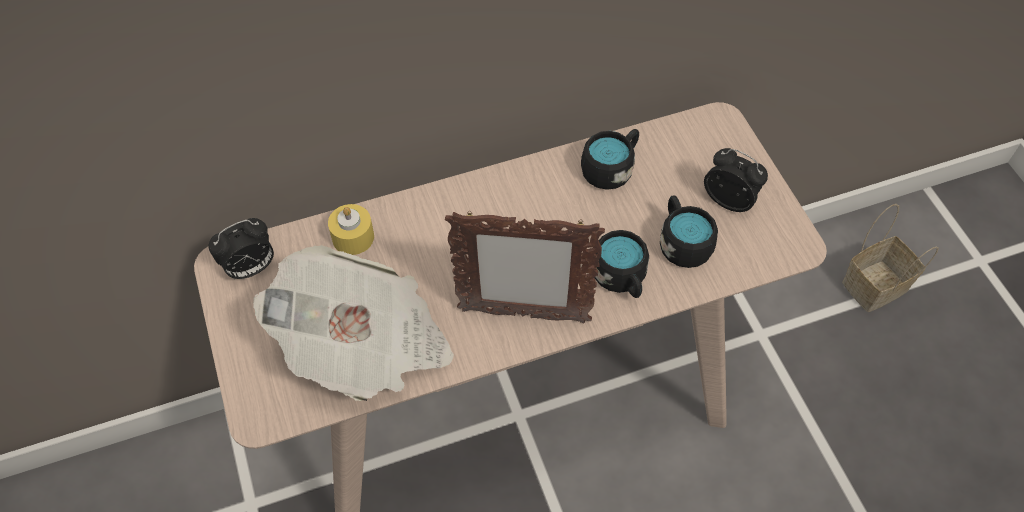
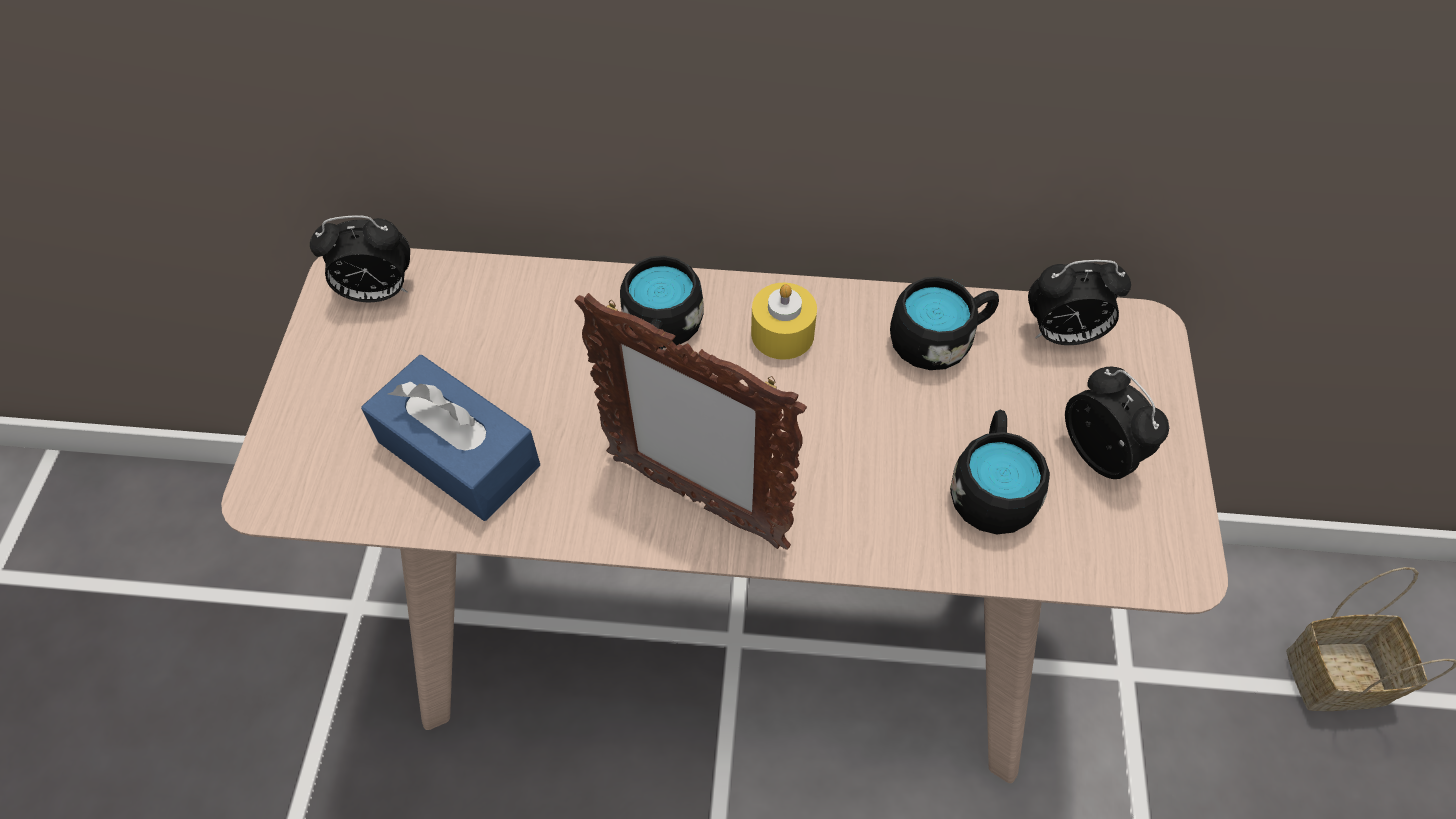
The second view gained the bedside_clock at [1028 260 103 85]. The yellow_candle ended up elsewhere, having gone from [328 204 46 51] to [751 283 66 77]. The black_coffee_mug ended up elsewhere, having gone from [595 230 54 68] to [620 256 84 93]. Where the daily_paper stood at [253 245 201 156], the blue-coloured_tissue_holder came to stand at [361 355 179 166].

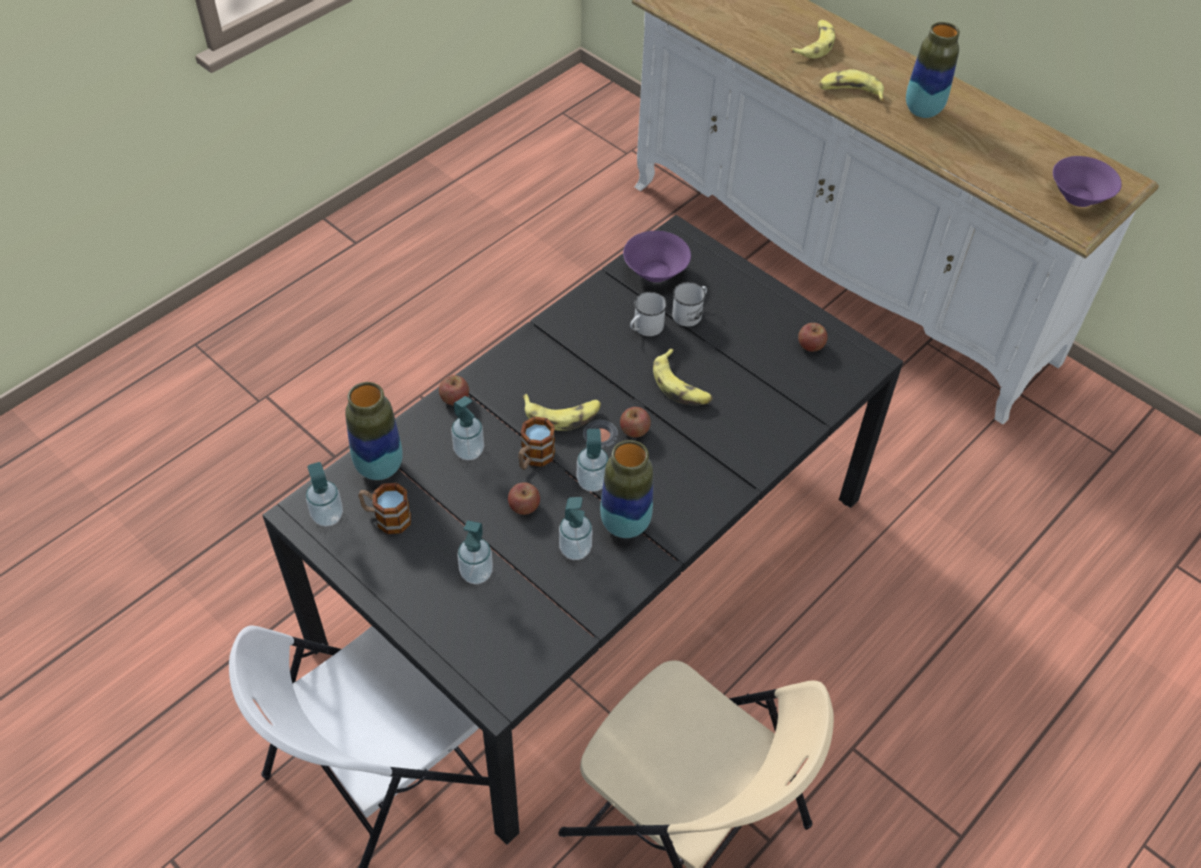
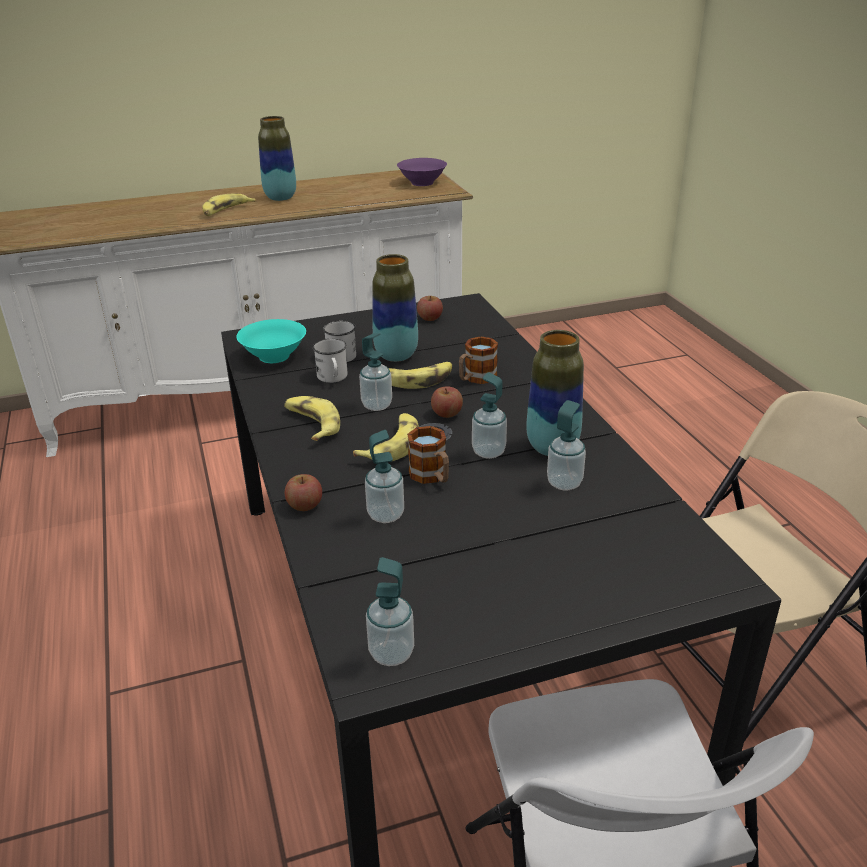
The second view lost the apple at [508 482 32 33]. The vase ended up elsewhere, having gone from [345 382 58 98] to [372 254 46 108]. The coffee_mug ended up elsewhere, having gone from [358 483 53 51] to [459 336 39 48]. The liquid_soap_bottle ended up elsewhere, having gone from [457 521 36 63] to [359 333 33 78]. The whole_banana ended up elsewhere, having gone from [791 20 44 38] to [284 396 56 45]. What was the purple_serving_bowl at [623 231 68 51] turned into the blue-green_serving_bowl at [236 319 70 44].

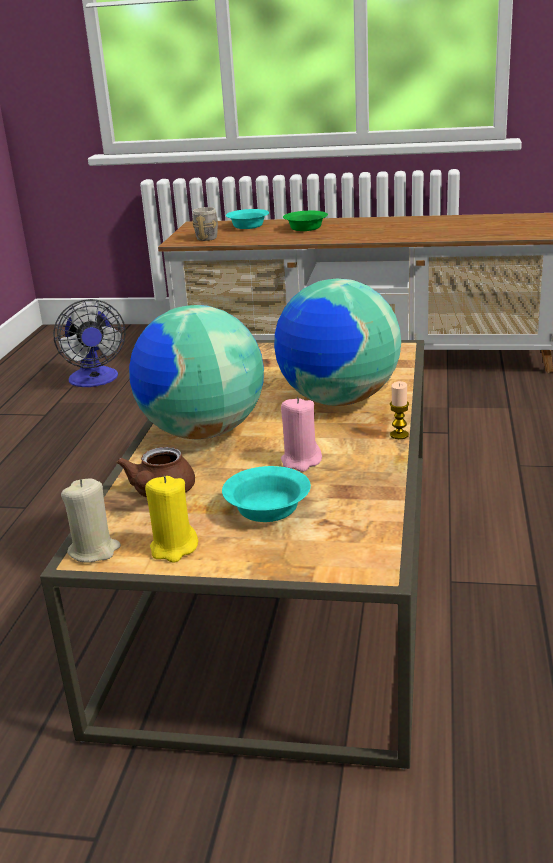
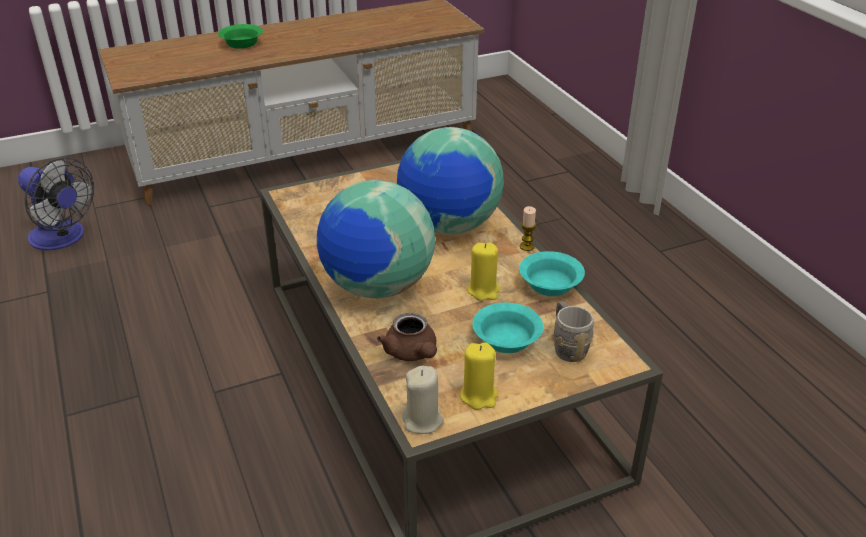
The gray_coffee_mug ended up elsewhere, having gone from [192 207 26 34] to [554 301 40 61]. The blue-green_serving_bowl ended up elsewhere, having gone from [226 209 43 20] to [519 251 66 45]. What was the pink-coloured_candle at [281 397 41 75] turned into the yellow_candle at [467 242 33 59].

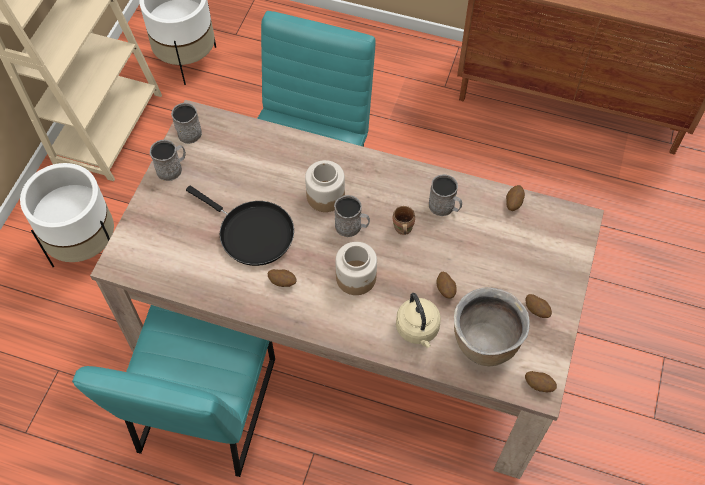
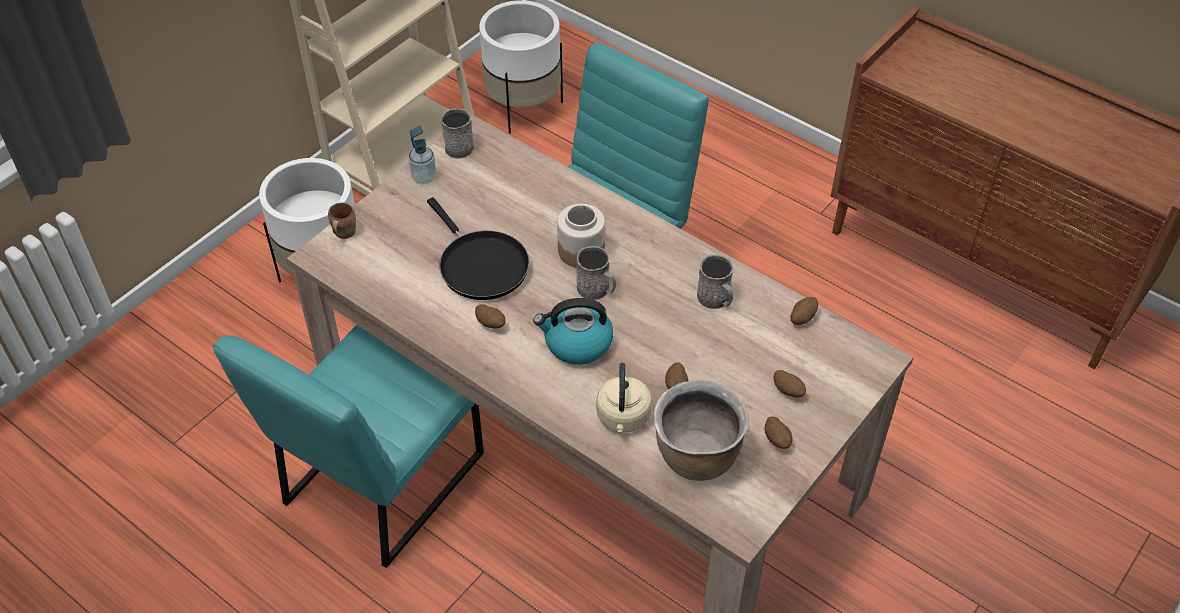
The brownish_coffee_mug ended up elsewhere, having gone from [392 206 23 29] to [328 203 28 36]. The spud ended up elsewhere, having gone from [525 371 32 21] to [774 370 32 28]. Where the gray_coffee_mug stood at [150 139 36 42], the liquid_soap_bottle came to stand at [409 126 27 58]. Where the storage_jar stood at [335 242 42 53], the water_kettle came to stand at [533 298 80 67].

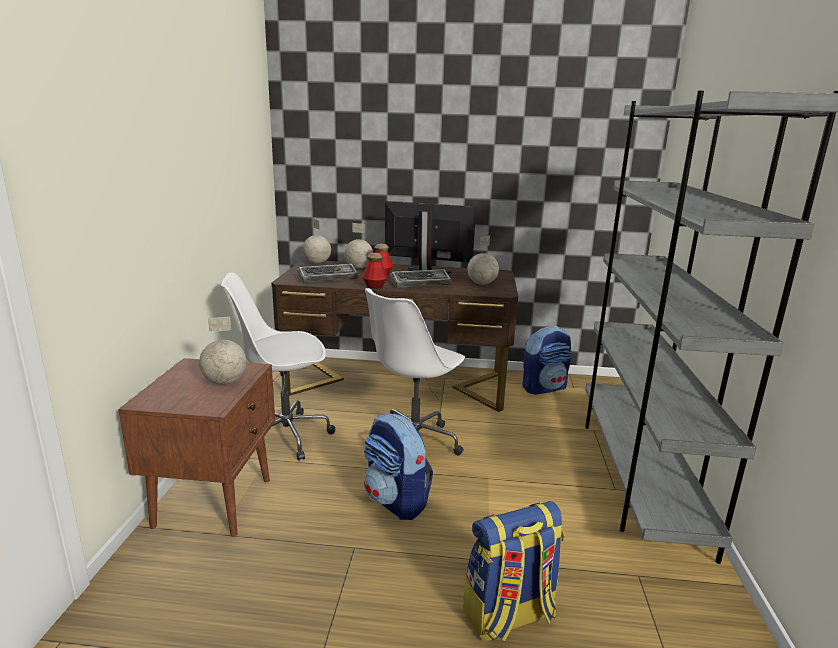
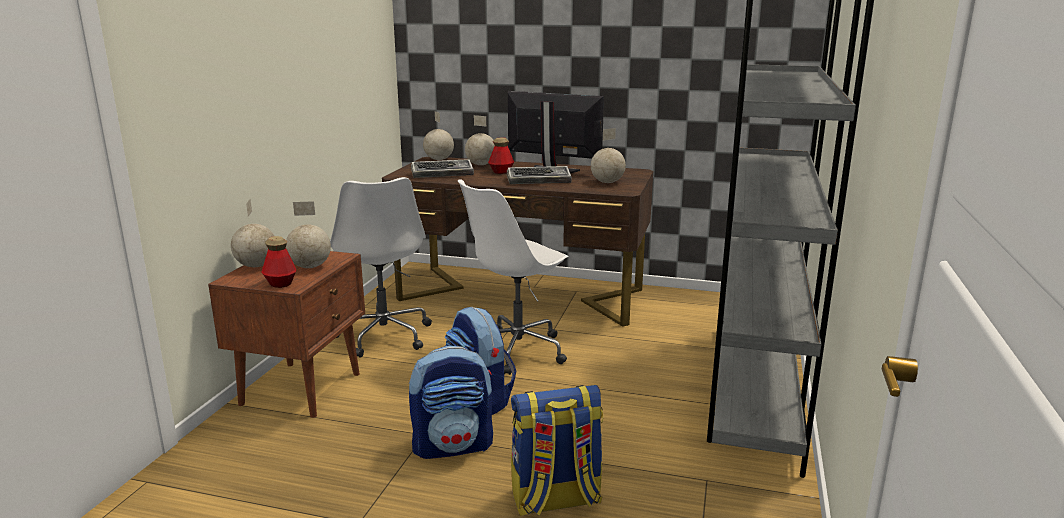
The second view gained the world_globe at [231 199 43 68]. The beverage_bottle ended up elsewhere, having gone from [362 253 26 36] to [262 236 34 52]. The knapsack ended up elsewhere, having gone from [522 326 50 69] to [409 346 84 113]. The white_computer_chair at [220 273 116 188] ended up facing another way, 105 degrees counterclockwise from before.

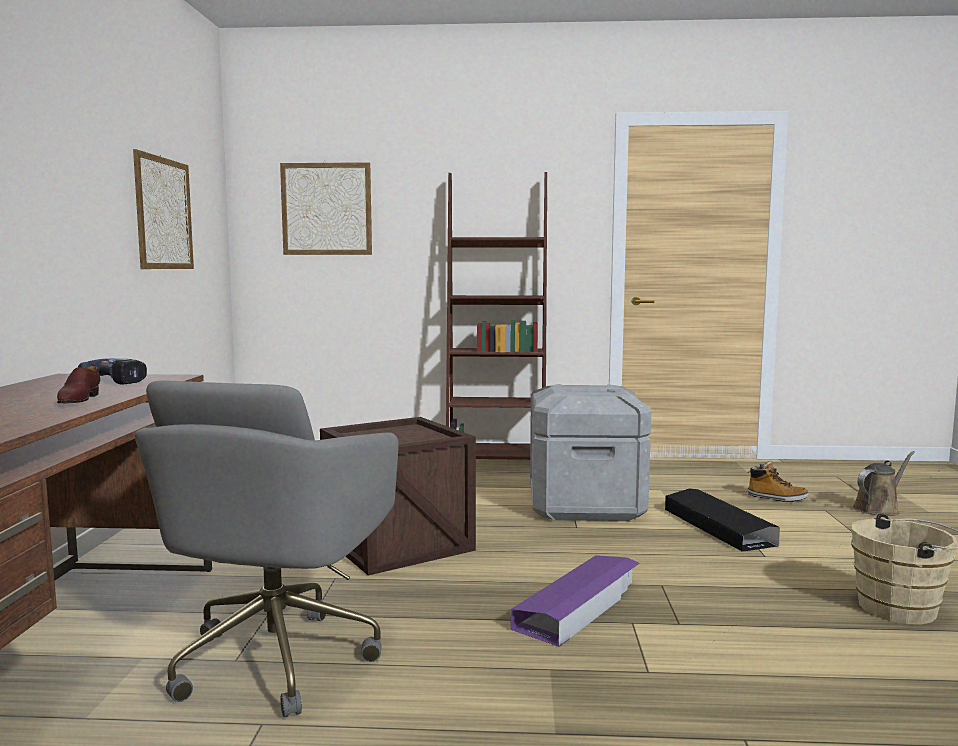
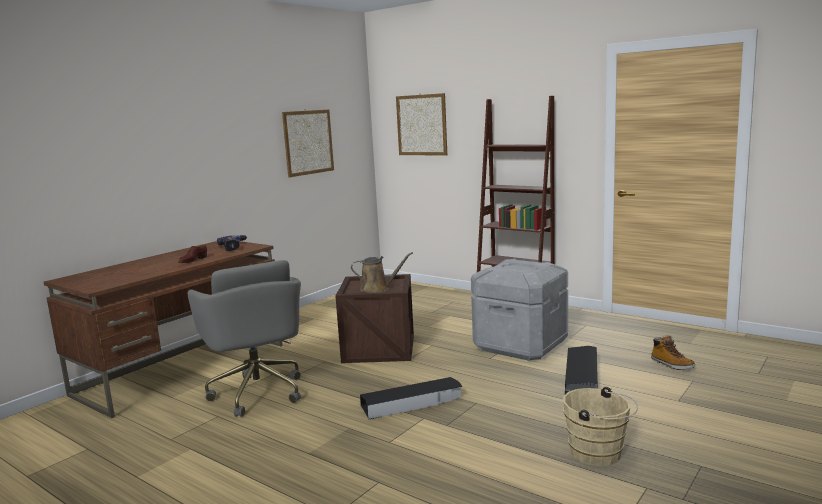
The brownish_watering_pot ended up elsewhere, having gone from [853 451 62 65] to [351 252 62 41]. What was the purple_storage_bin at [510 555 130 92] turned into the black_storage_bin at [360 377 103 42]. The gray_computer_chair at [135 381 264 336] ended up facing another way, 75 degrees counterclockwise from before.

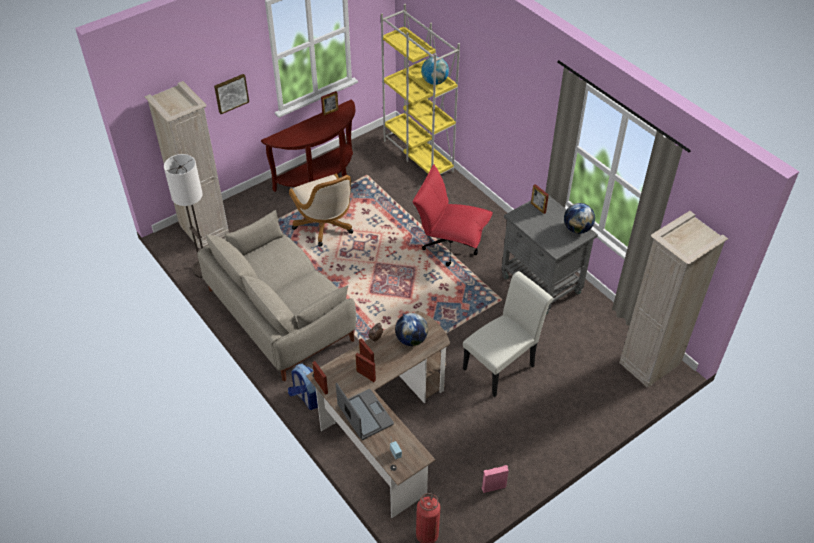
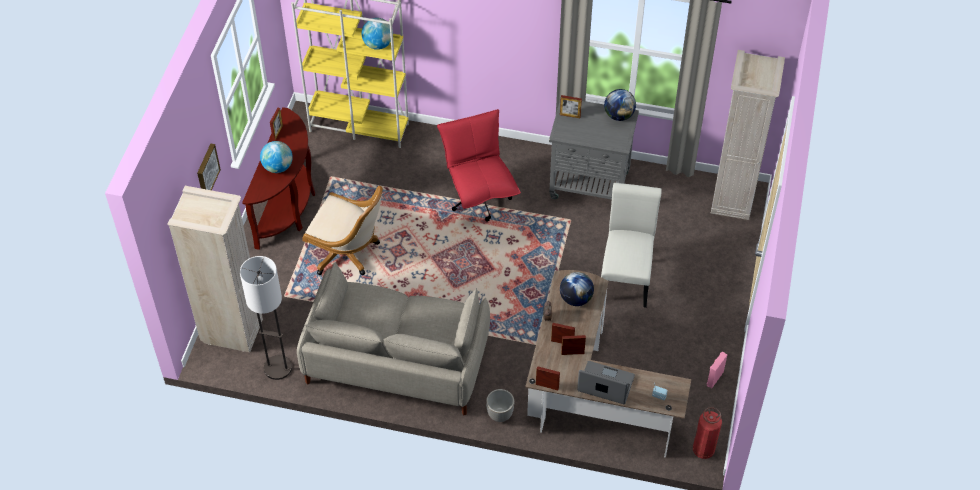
The second view gained the world_globe at [260 141 33 32]. Where the knapsack stood at [288 364 30 46], the flower_pot came to stand at [486 389 28 33]. The red_computer_chair at [413 164 80 102] ended up facing another way, 90 degrees clockwise from before.

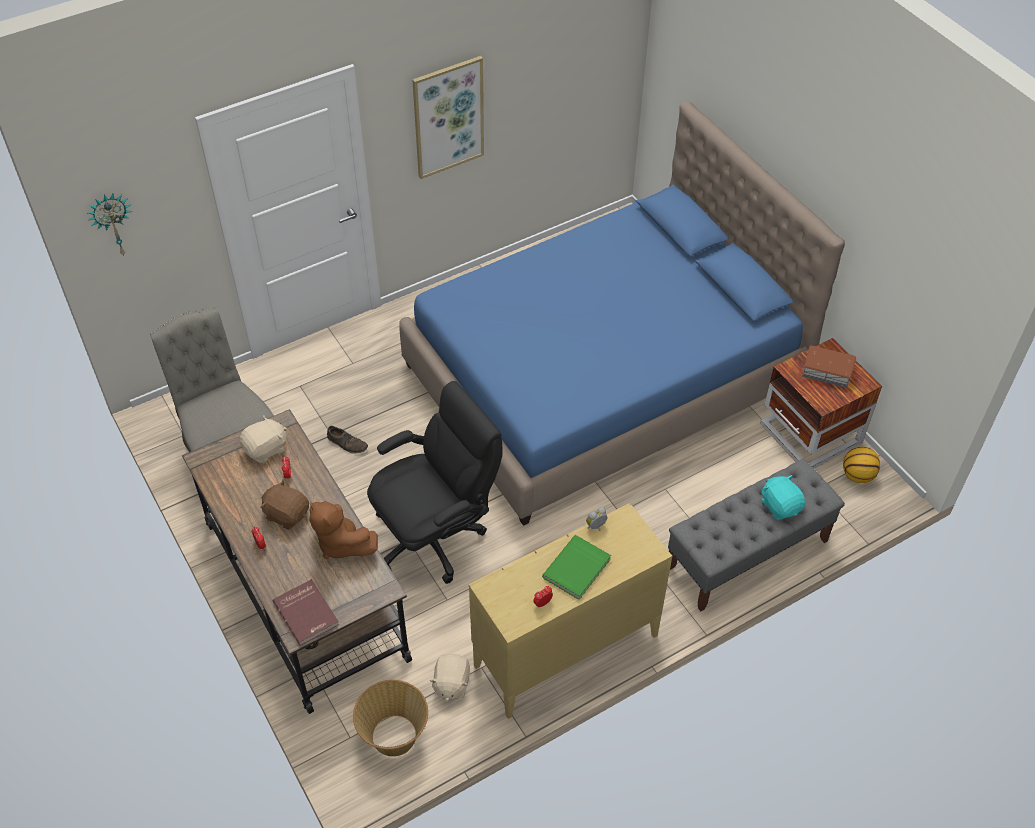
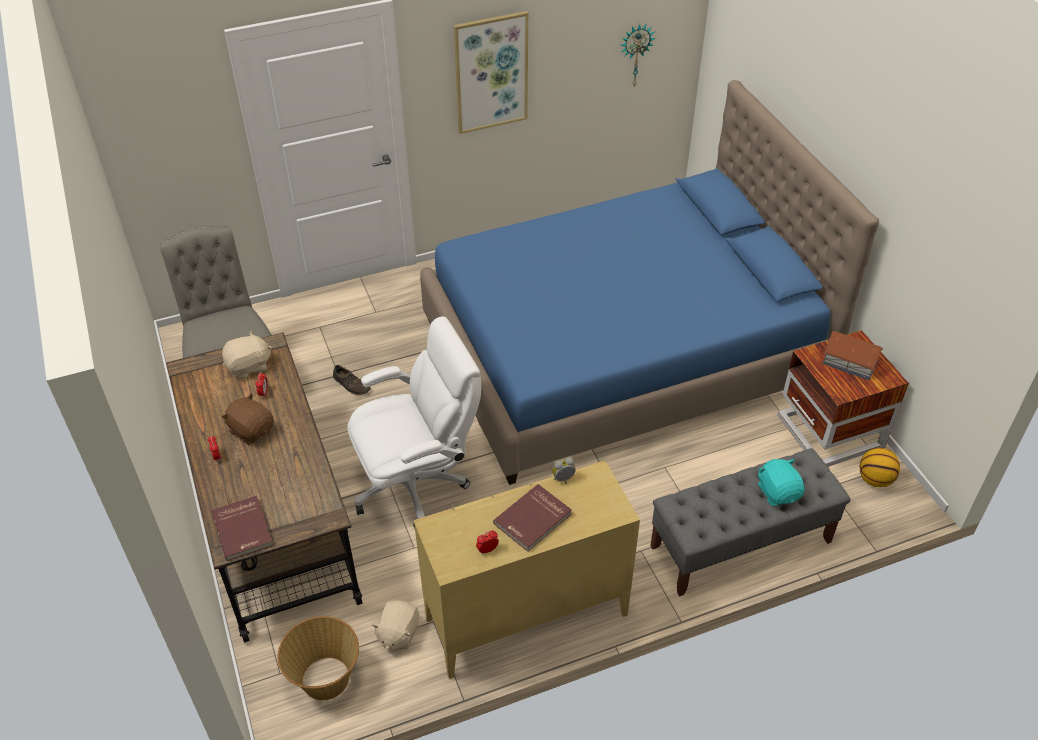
The second view lost the brownish_cuddly_toy at [309 501 69 58]. The wall_clock ended up elsewhere, having gone from [88 194 44 62] to [620 23 36 64]. What was the black_computer_chair at [367 381 135 203] turned into the white_computer_chair at [347 316 134 212]. What was the green-coloured_volume at [542 535 69 65] turned into the red_volume at [493 484 79 68].

